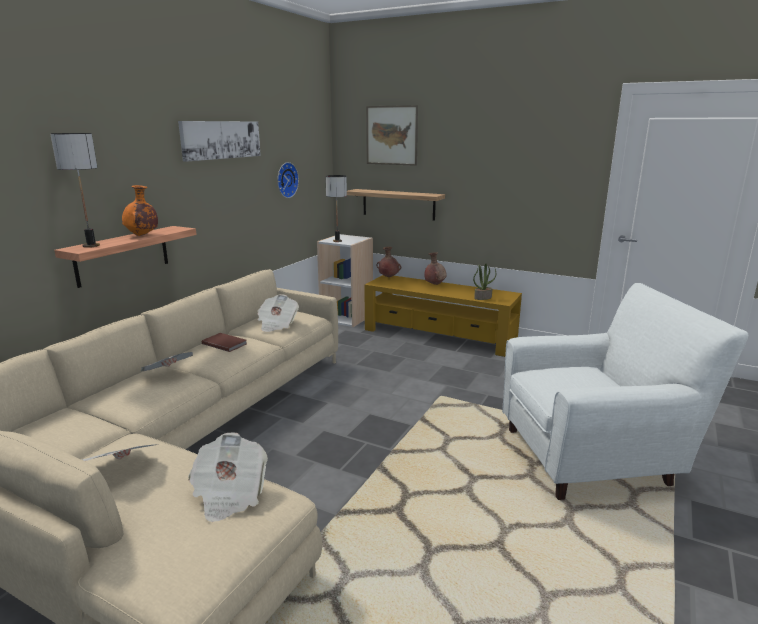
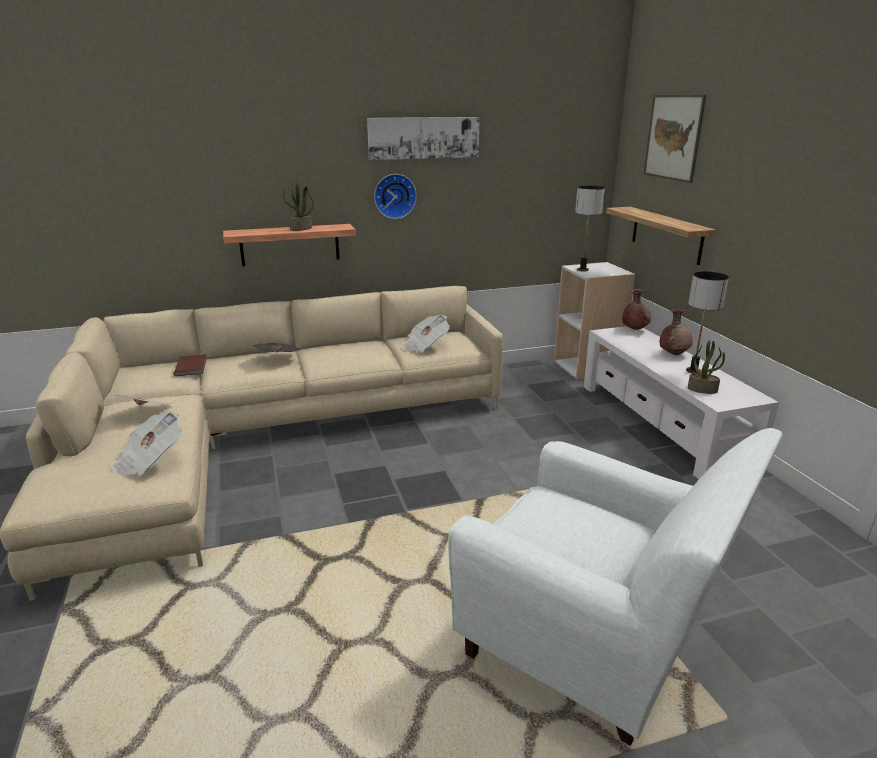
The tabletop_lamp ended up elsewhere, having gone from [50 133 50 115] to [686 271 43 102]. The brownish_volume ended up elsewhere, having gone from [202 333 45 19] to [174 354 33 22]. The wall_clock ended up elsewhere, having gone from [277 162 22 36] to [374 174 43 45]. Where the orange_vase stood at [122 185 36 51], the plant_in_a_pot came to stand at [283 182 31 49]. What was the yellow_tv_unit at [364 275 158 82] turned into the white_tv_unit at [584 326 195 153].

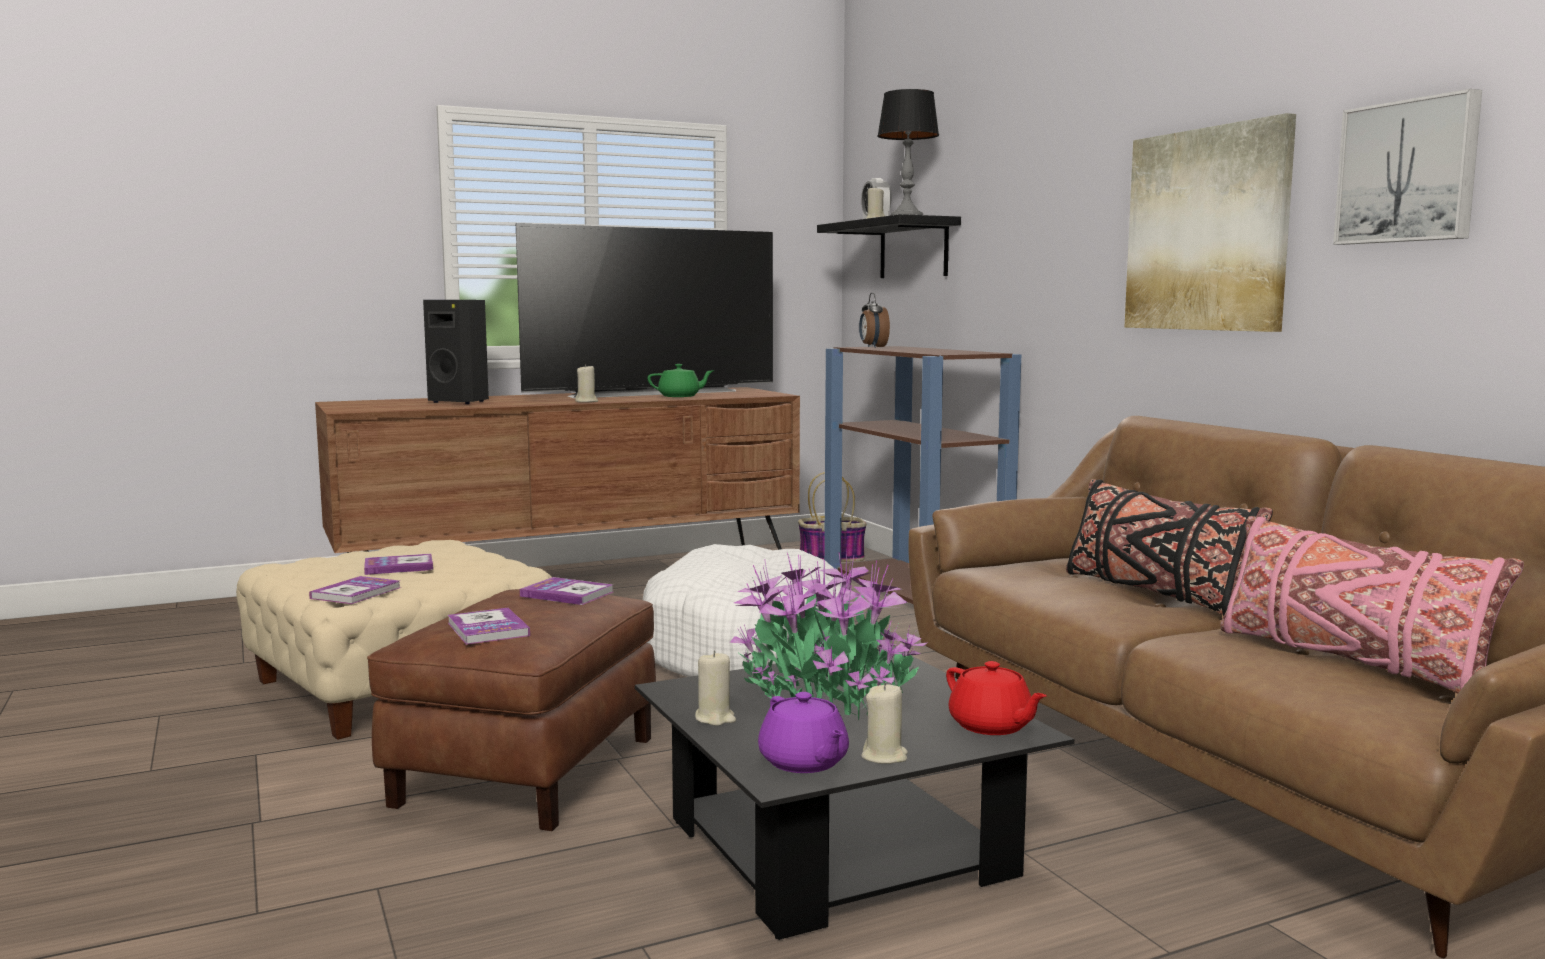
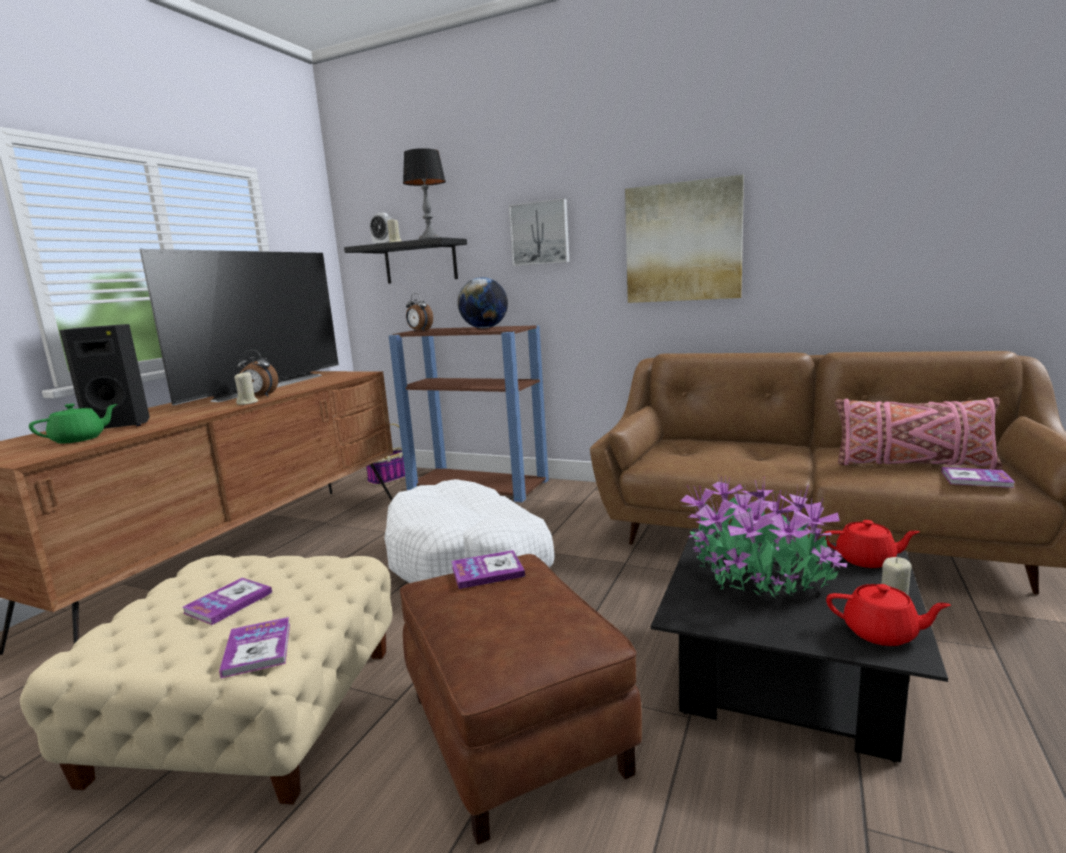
The second view lost the beige-coloured_candle at [695 650 41 76]. The second view lost the black_pillow at [1066 479 207 137]. The second view gained the bedside_clock at [237 350 41 47]. The second view gained the world_globe at [458 277 50 51]. The volume ended up elsewhere, having gone from [448 608 82 37] to [941 467 75 21]. The green-coloured_teapot ended up elsewhere, having gone from [647 364 66 33] to [29 404 88 40]. The wall_art ended up elsewhere, having gone from [1333 89 149 156] to [509 198 61 68]. What was the purple_teapot at [758 692 91 81] turned into the red_teapot at [826 584 125 62].

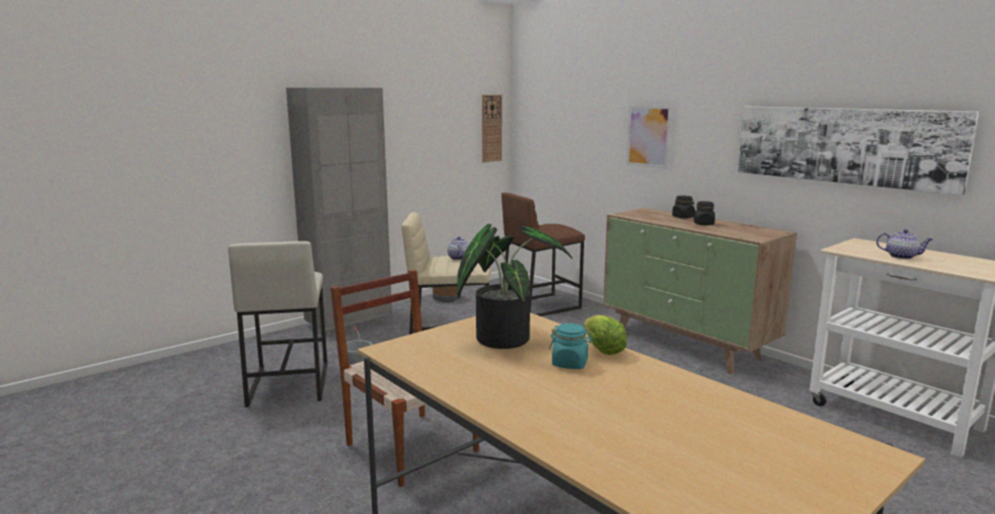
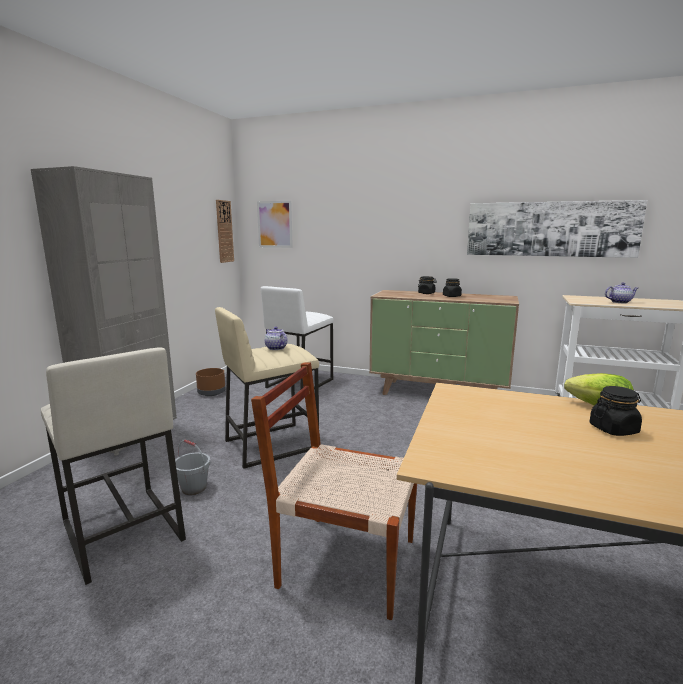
The second view lost the plant_in_a_pot at [457 224 115 125]. The wall_art ended up elsewhere, having gone from [626 105 46 64] to [257 201 36 47]. What was the brownish_stool_seat at [501 192 84 124] turned into the white_stool_seat at [261 286 73 104]. What was the blue-green_storage_jar at [549 323 44 46] turned into the black_storage_jar at [590 386 52 50].

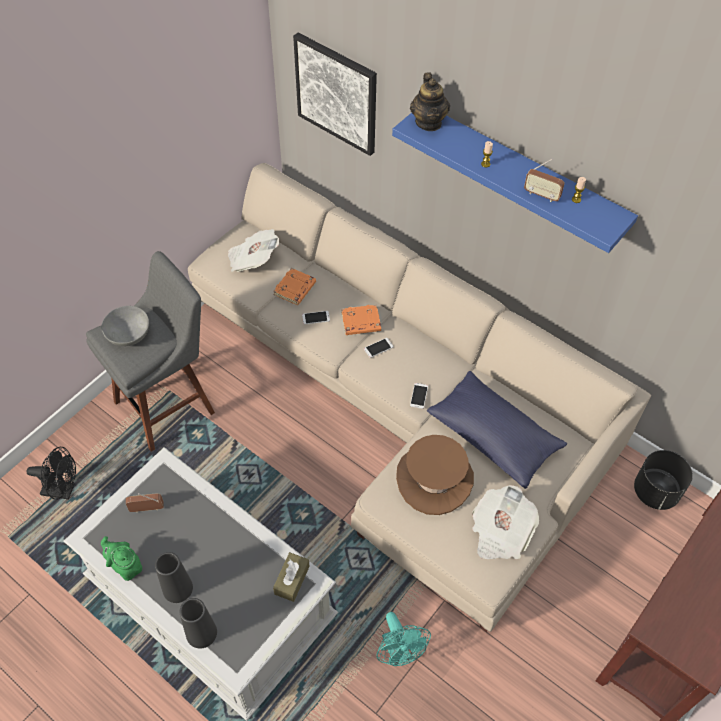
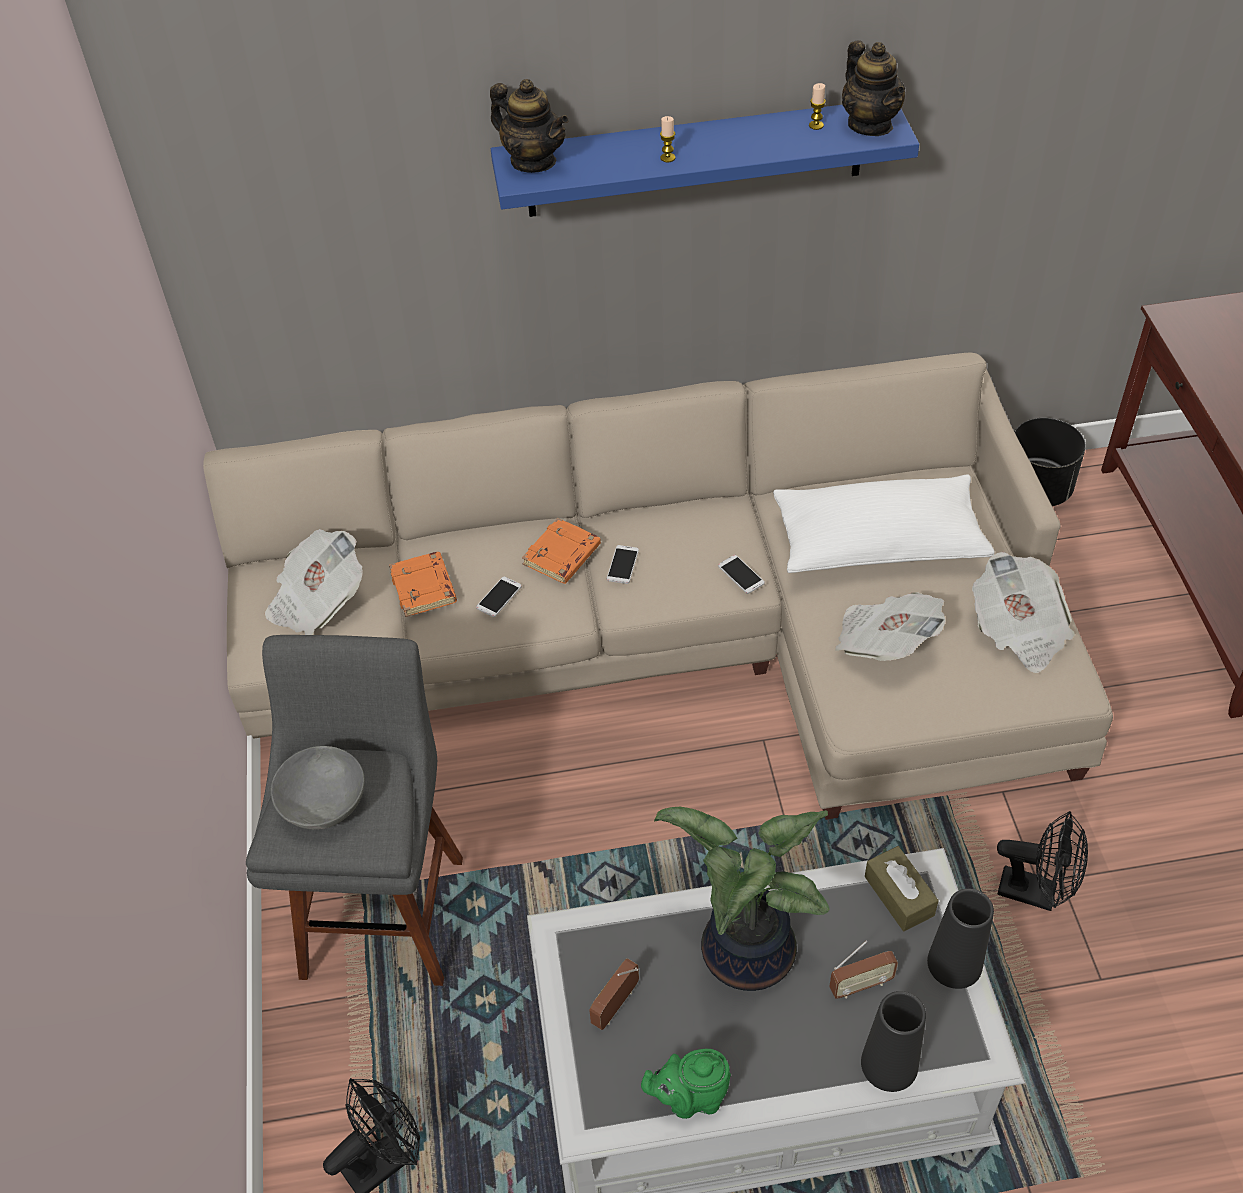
The second view lost the wall_art at [293 33 84 123]. The second view gained the plant_in_a_pot at [654 807 175 184]. The second view gained the teapot at [842 40 63 96]. The black_vase ended up elsewhere, having gone from [155 552 38 51] to [927 888 67 101]. The radio_receiver ended up elsewhere, having gone from [524 159 41 43] to [829 941 69 57]. Where the brownish_clothing_hat stood at [396 435 78 80], the daily_paper came to stand at [835 592 111 69]. What was the blue-green_fan at [377 612 54 54] turned into the black_fan at [997 811 91 100]. What was the blue-coloured_pillow at [427 371 140 118] turned into the white_pillow at [773 475 222 98].

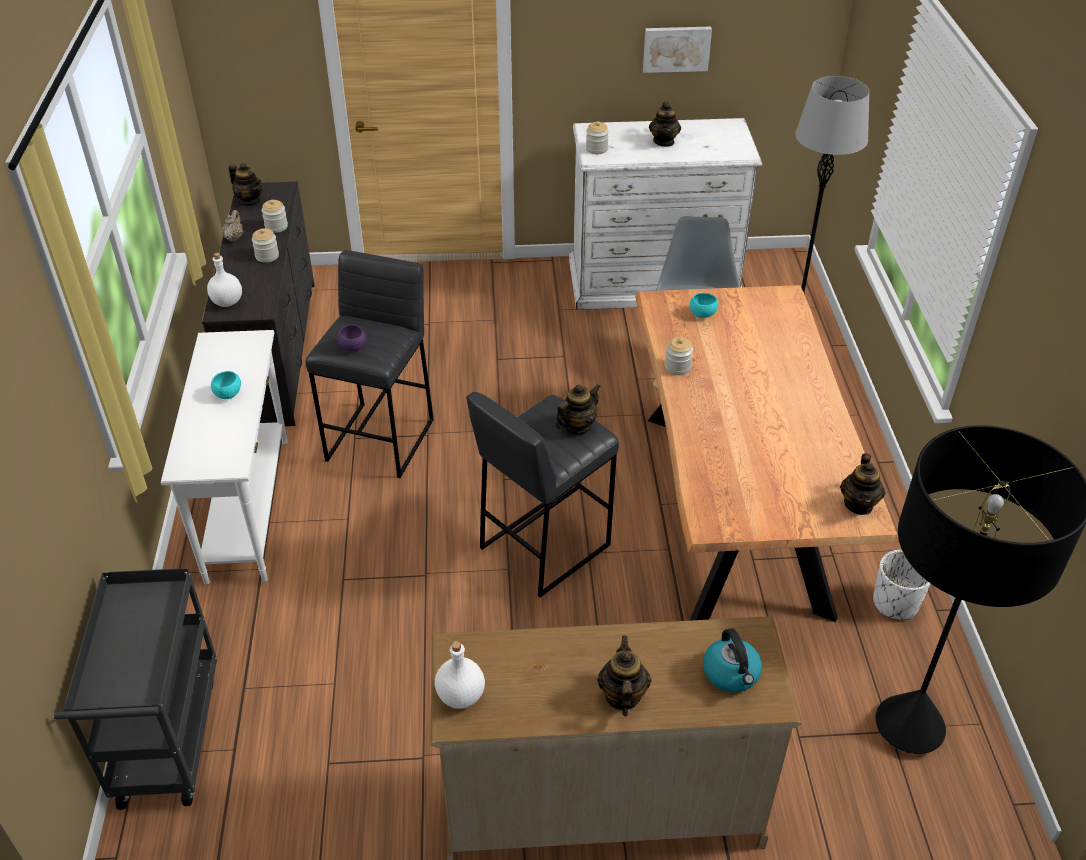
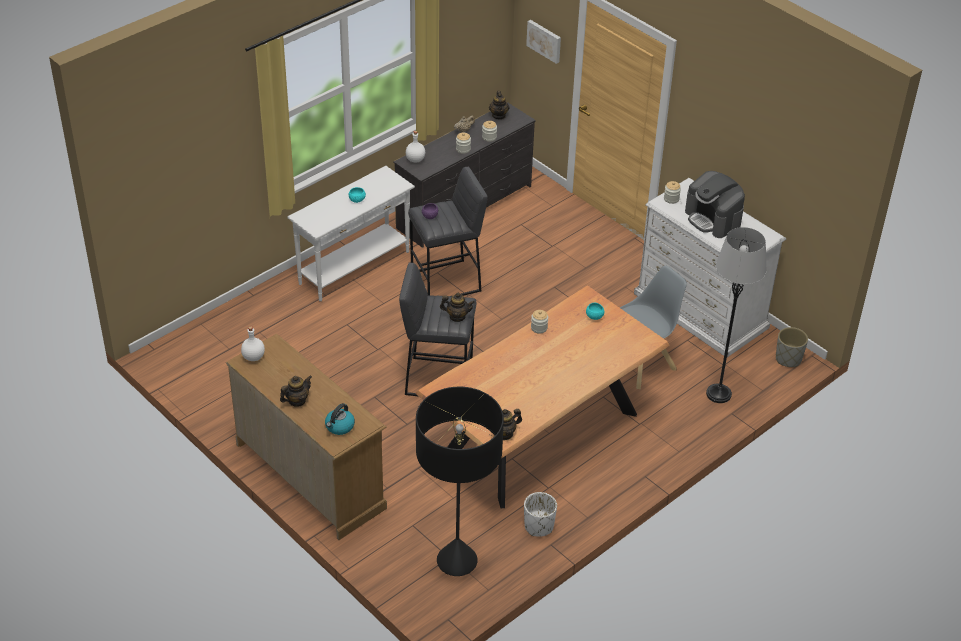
The second view lost the gray_wheeled_cart at [54 568 163 242]. The second view gained the gray_flower_pot at [776 327 32 40]. The wall_art ended up elsewhere, having gone from [643 26 69 47] to [526 20 35 44]. Where the teapot stood at [649 101 32 46], the coffee_maker came to stand at [685 171 60 67].

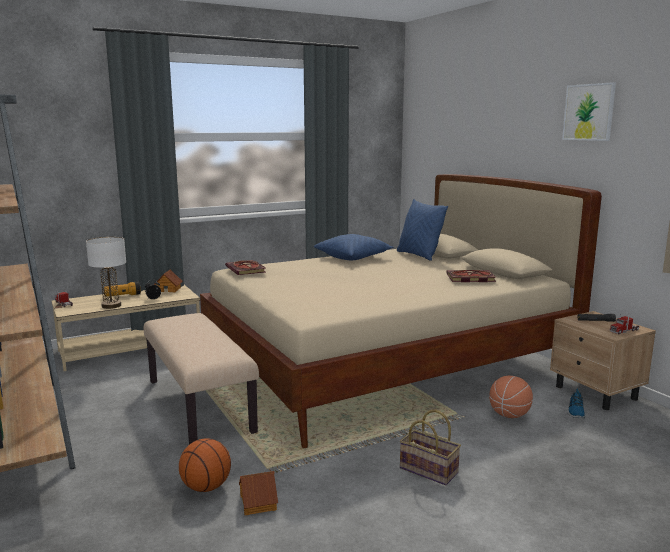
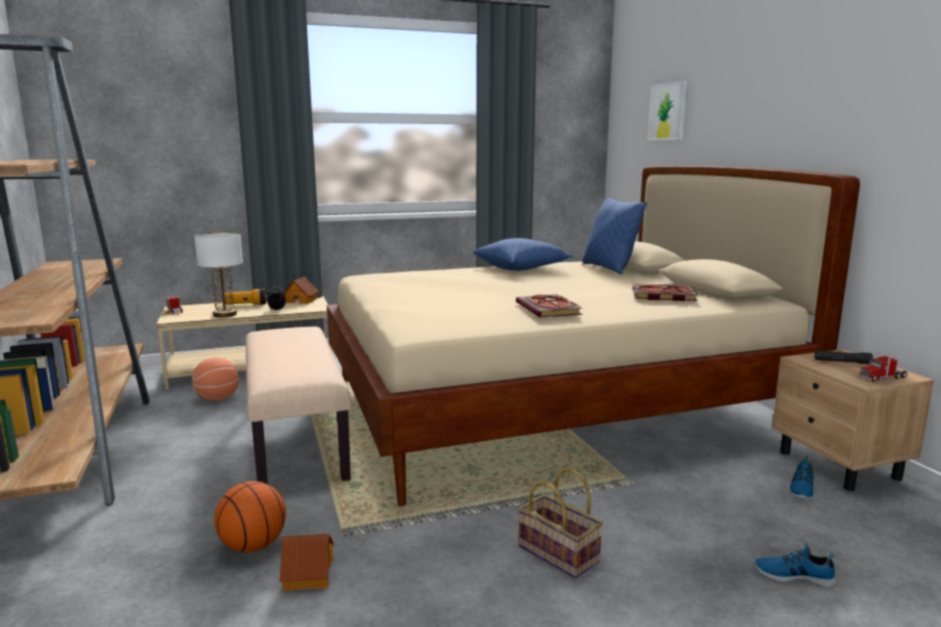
The second view gained the item_of_footwear at [754 542 82 45]. The volume ended up elsewhere, having gone from [225 260 41 15] to [516 294 67 23]. The basketball ended up elsewhere, having gone from [489 376 44 42] to [192 358 47 43]. The wall_art ended up elsewhere, having gone from [562 82 54 59] to [648 81 39 59].

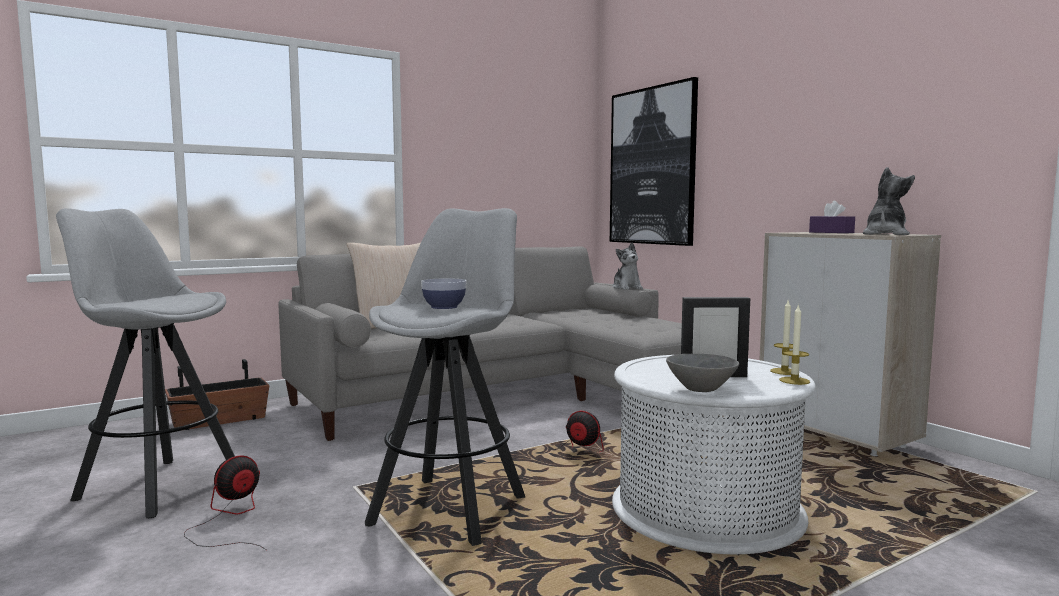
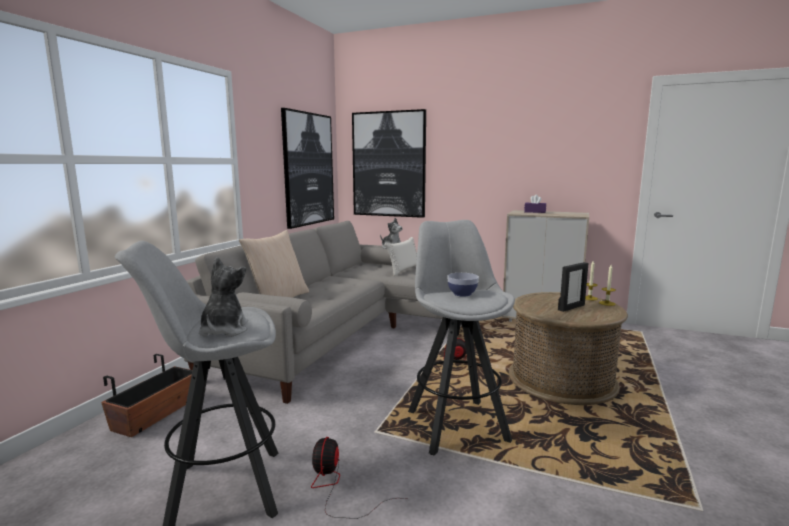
The second view lost the gray_serving_bowl at [666 354 73 38]. The second view gained the wall_art at [281 108 53 121]. The second view gained the white_pillow at [384 237 33 39]. The cuddly_toy ended up elsewhere, having gone from [862 167 53 68] to [199 257 49 80]. What was the white_lounge_table at [612 355 204 199] turned into the brownish_lounge_table at [509 292 119 113].

